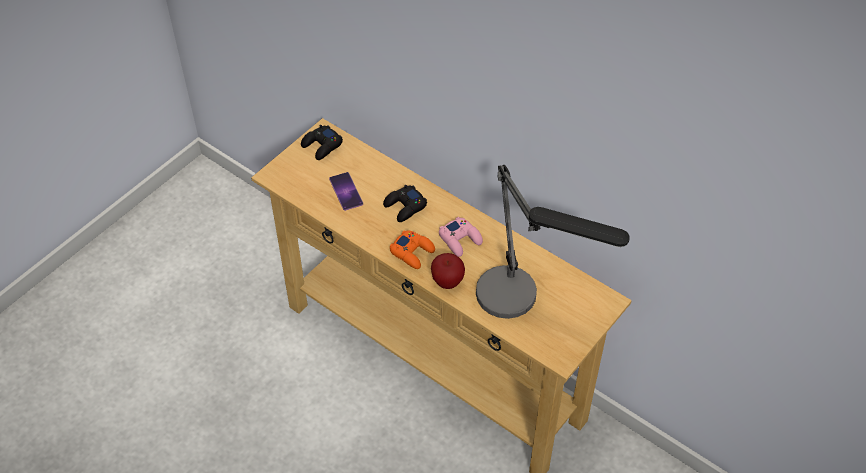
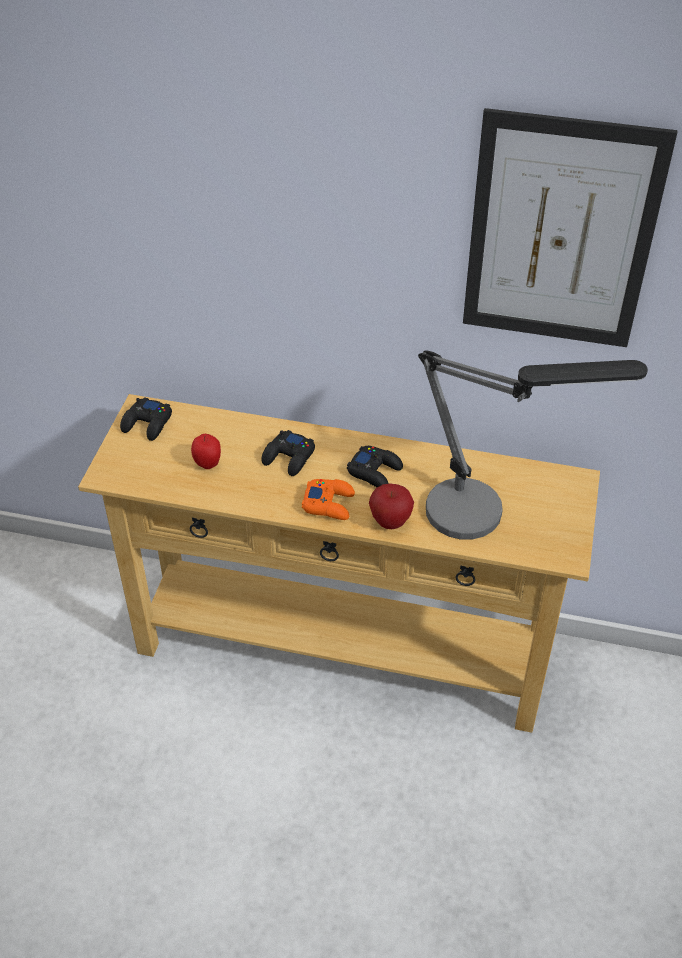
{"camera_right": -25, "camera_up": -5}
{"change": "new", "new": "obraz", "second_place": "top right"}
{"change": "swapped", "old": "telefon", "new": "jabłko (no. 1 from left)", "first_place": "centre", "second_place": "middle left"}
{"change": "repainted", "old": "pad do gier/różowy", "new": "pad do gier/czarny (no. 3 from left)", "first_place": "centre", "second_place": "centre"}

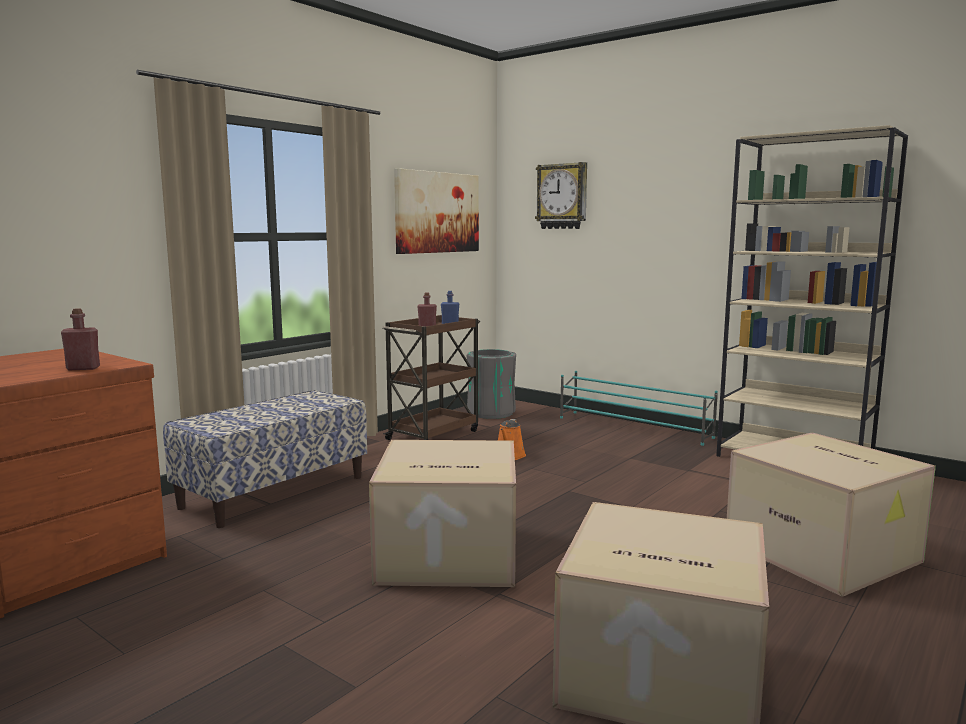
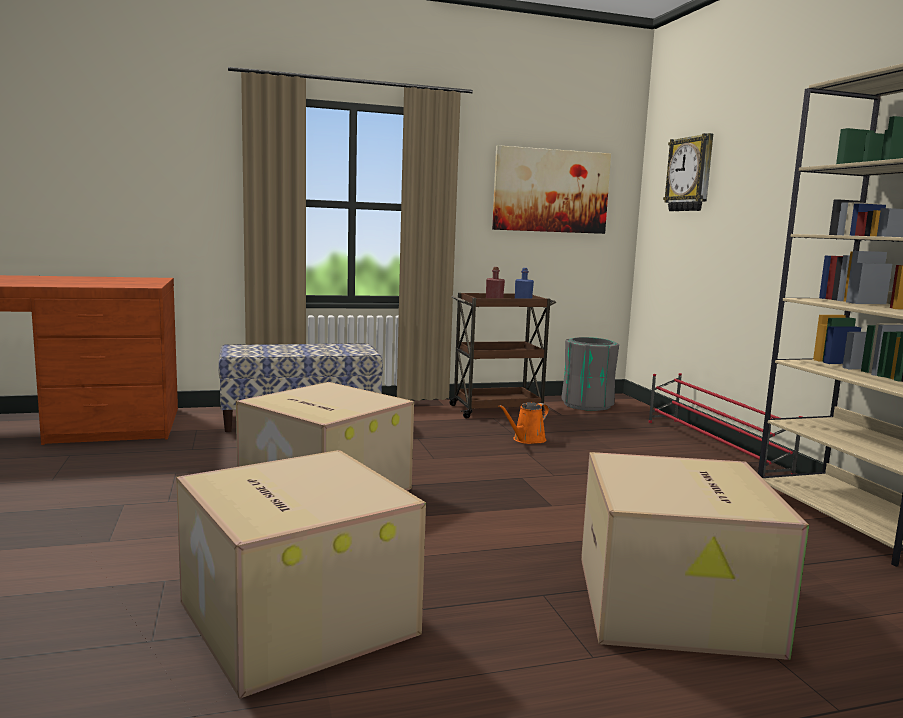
{"camera_right": 35, "camera_up": 0}
{"change": "gone", "old": "butelka/czerwony (no. 1 from left)", "first_place": "middle left"}
{"change": "repainted", "old": "regał na buty/turkusowy", "new": "regał na buty/czerwony", "first_place": "centre", "second_place": "middle right"}

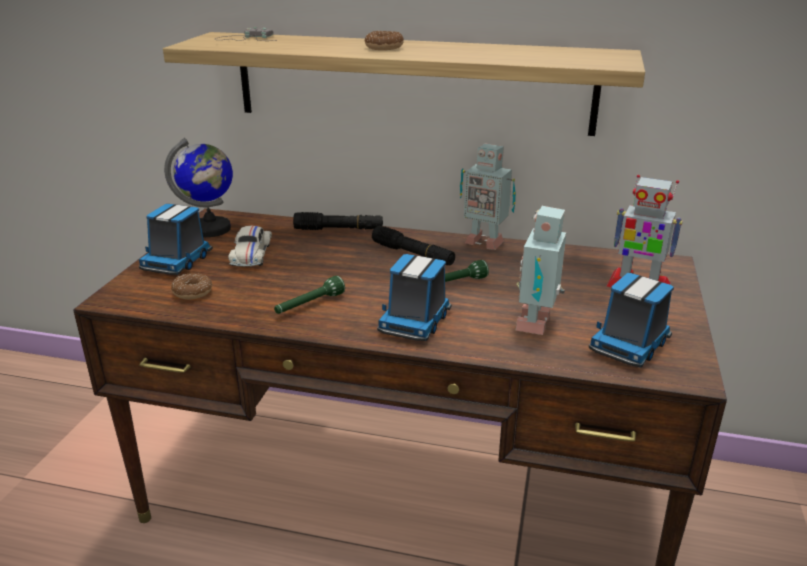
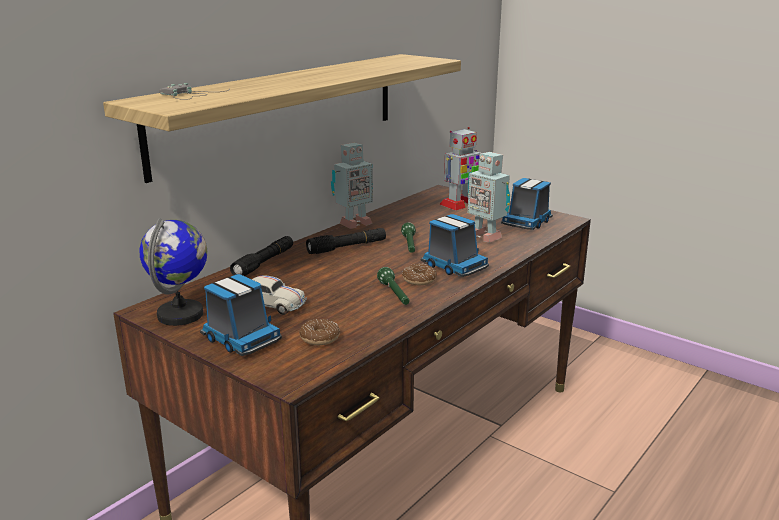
{"camera_right": -65, "camera_up": -5}
{"change": "shifted", "old": "donut (no. 2 from left)", "first_place": "top centre", "second_place": "centre"}
{"change": "rotated", "old": "ciężarówka zabawkowa (no. 3 from left)", "first_place": "middle right", "second_place": "middle right", "degrees": 60}

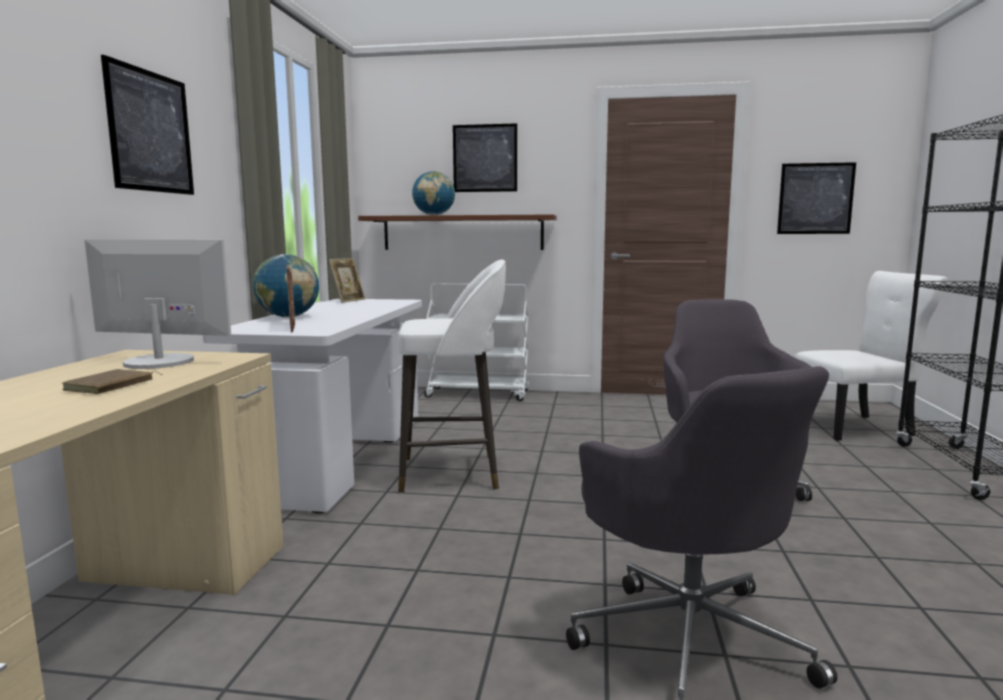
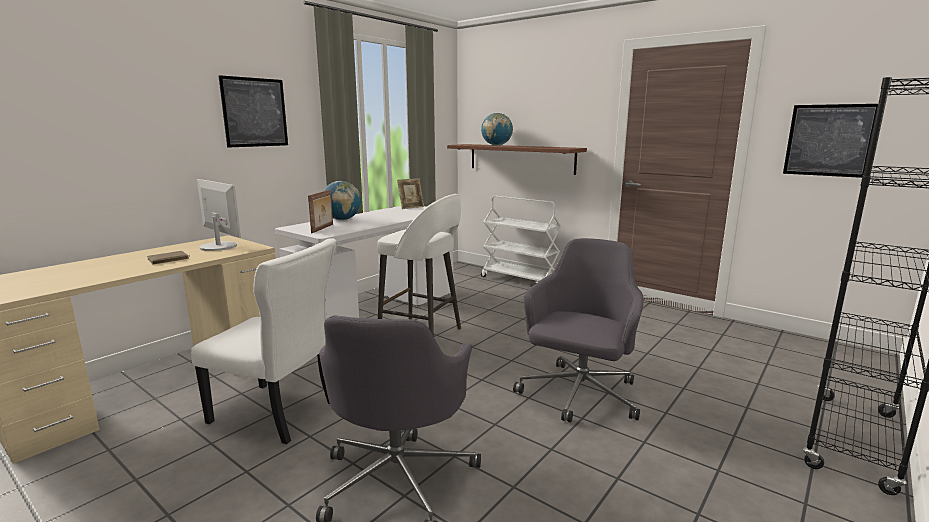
{"camera_right": 30, "camera_up": 5}
{"change": "gone", "old": "obraz (no. 2 from left)", "first_place": "top centre"}
{"change": "shifted", "old": "krzesło/biały", "first_place": "middle right", "second_place": "middle left"}

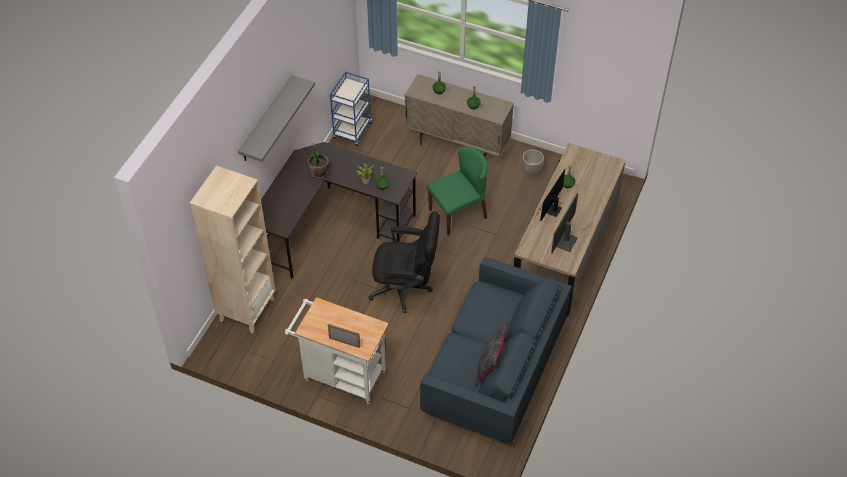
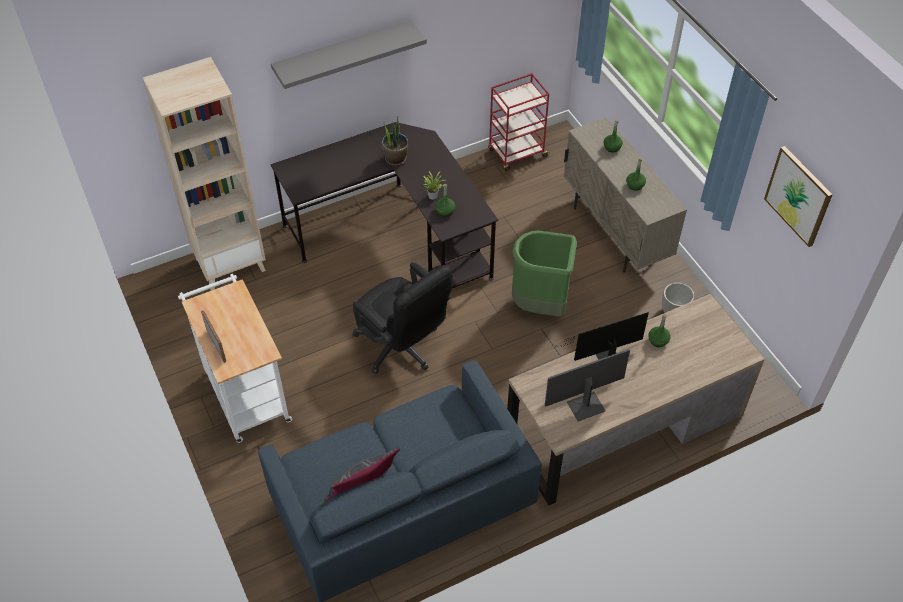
{"camera_right": 40, "camera_up": 0}
{"change": "new", "new": "obraz", "second_place": "top right"}
{"change": "swapped", "old": "krzesło/zielony", "new": "kosz na śmieci/zielony", "first_place": "centre", "second_place": "centre"}
{"change": "repainted", "old": "wózek/niebieski", "new": "wózek/czerwony", "first_place": "top centre", "second_place": "top centre"}

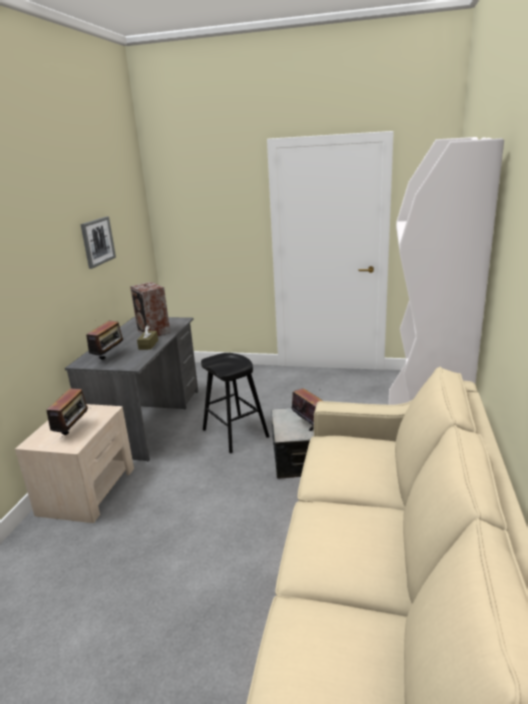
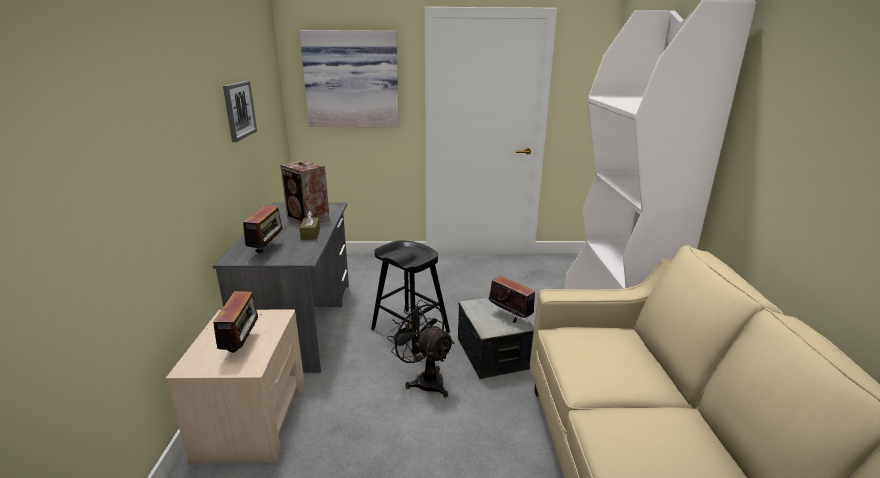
{"camera_right": -15, "camera_up": 0}
{"change": "new", "new": "obraz (no. 2 from left)", "second_place": "top centre"}
{"change": "new", "new": "wentylator/czarny", "second_place": "bottom centre"}

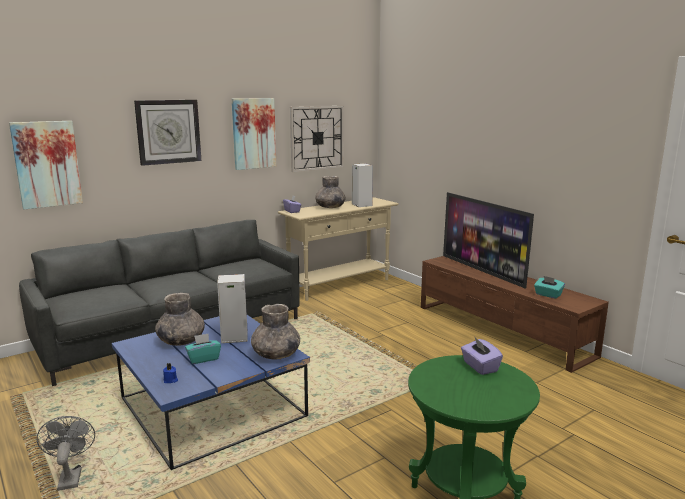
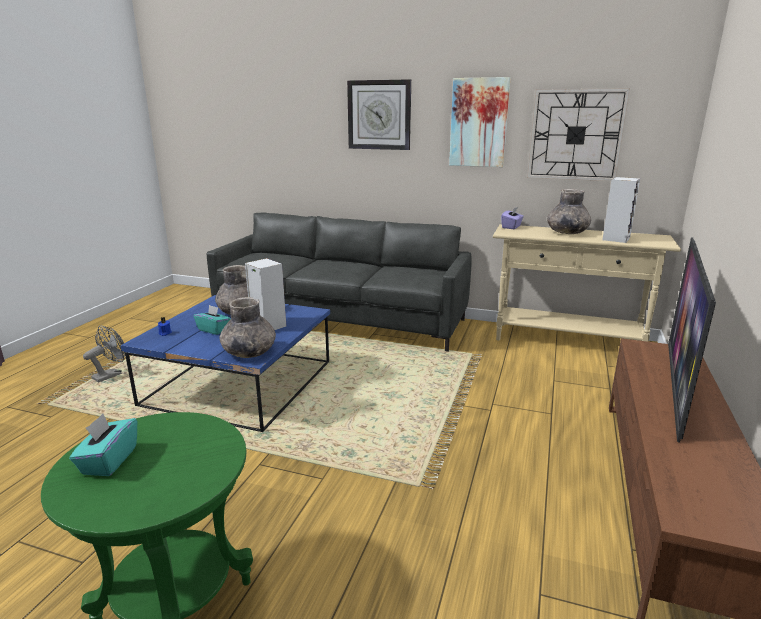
{"camera_right": 55, "camera_up": 5}
{"change": "gone", "old": "obraz (no. 1 from left)", "first_place": "top left"}
{"change": "gone", "old": "pudełko chusteczek/fioletowy (no. 2 from left)", "first_place": "bottom right"}
{"change": "shifted", "old": "pudełko chusteczek/turkusowy (no. 2 from left in the first image)", "new": "pudełko chusteczek/turkusowy (no. 1 from left)", "first_place": "middle right", "second_place": "bottom left"}

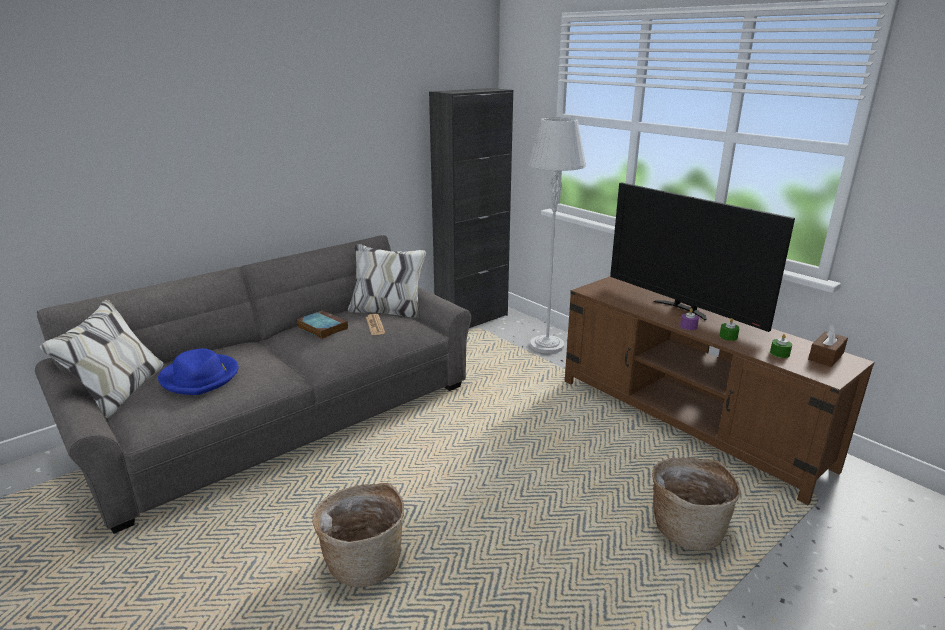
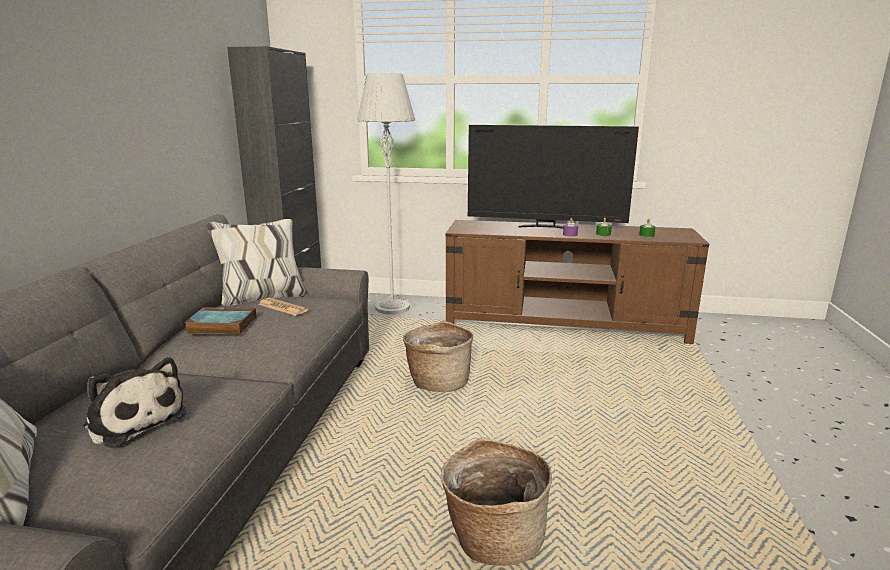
{"camera_right": -40, "camera_up": -5}
{"change": "gone", "old": "pudełko chusteczek/brązowy", "first_place": "middle right"}
{"change": "shifted", "old": "koszyk (no. 2 from left in the first image)", "new": "koszyk (no. 1 from left)", "first_place": "bottom right", "second_place": "centre"}
{"change": "swapped", "old": "kapelusz/niebieski", "new": "pluszak", "first_place": "middle left", "second_place": "bottom left"}

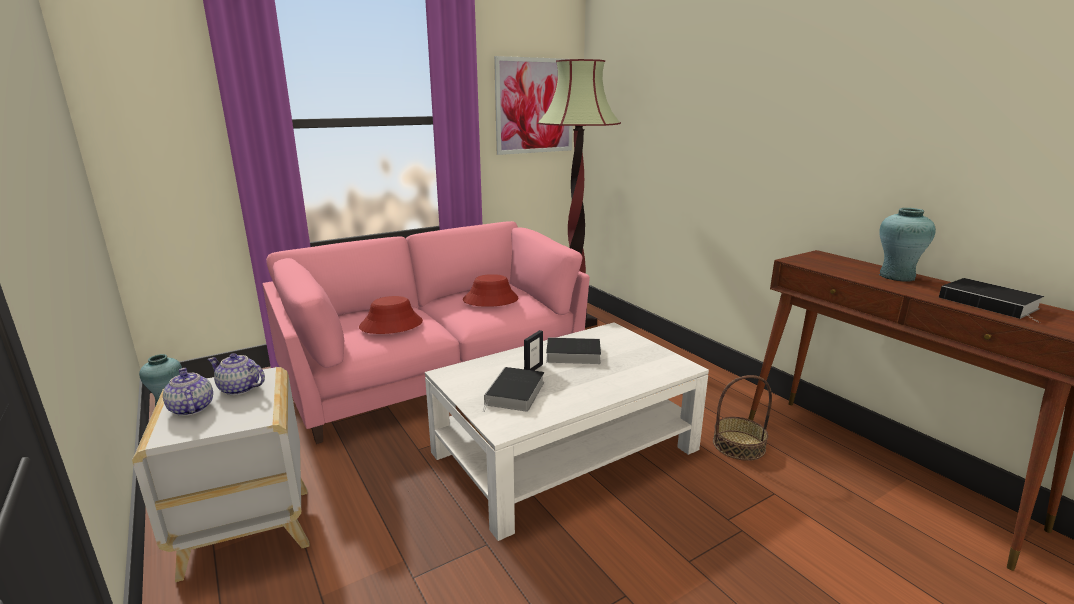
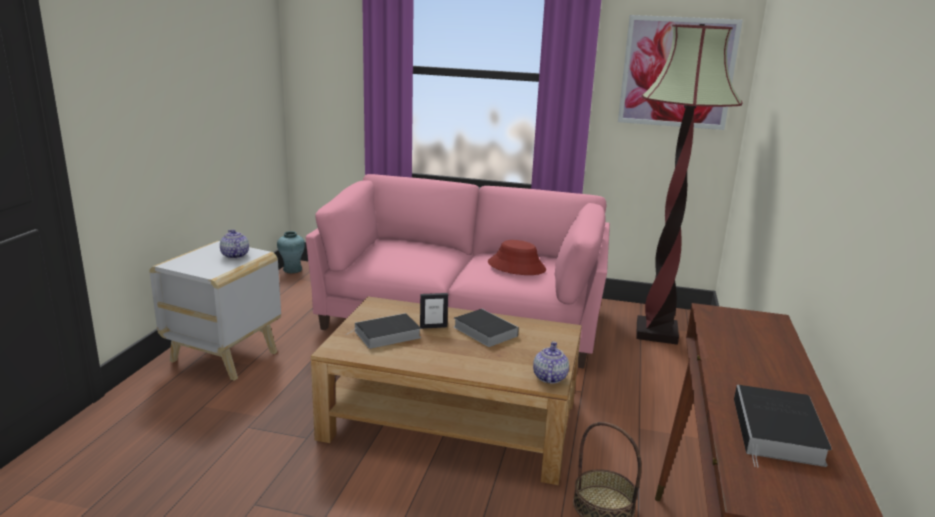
{"camera_right": 45, "camera_up": 0}
{"change": "gone", "old": "kapelusz/czerwony (no. 1 from left)", "first_place": "centre"}
{"change": "gone", "old": "wazon/turkusowy (no. 2 from left)", "first_place": "middle right"}
{"change": "shifted", "old": "imbryk (no. 1 from left in the first image)", "new": "imbryk (no. 2 from left)", "first_place": "middle left", "second_place": "bottom centre"}
{"change": "repainted", "old": "ława/biały", "new": "ława/brązowy", "first_place": "bottom centre", "second_place": "bottom centre"}

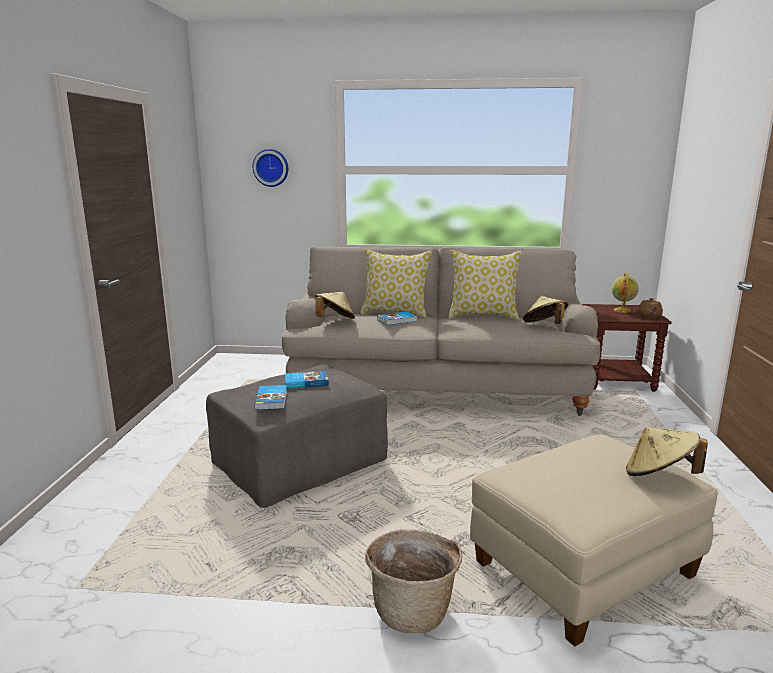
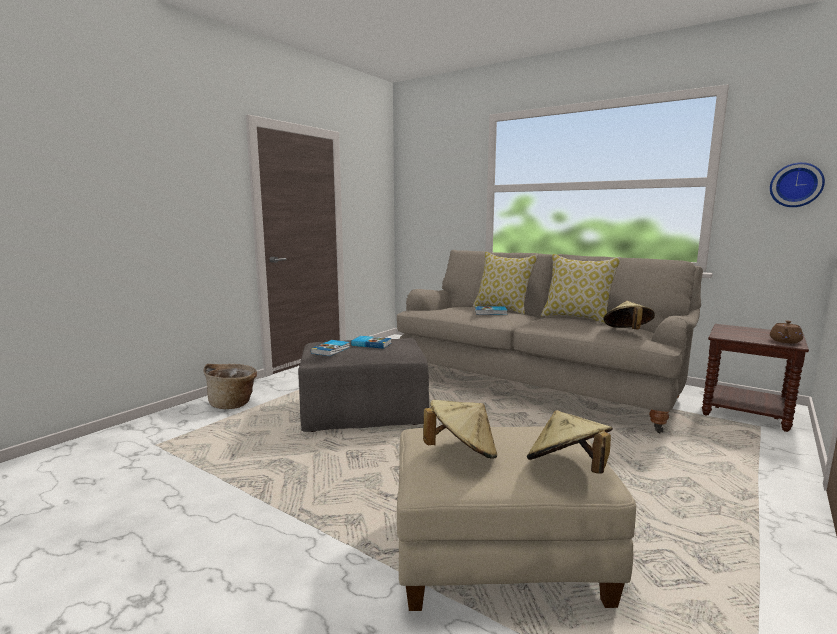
{"camera_right": 30, "camera_up": -5}
{"change": "gone", "old": "globus", "first_place": "middle right"}
{"change": "shifted", "old": "zegar ścienny", "first_place": "top centre", "second_place": "top right"}
{"change": "shifted", "old": "kapelusz/beżowy (no. 1 from left)", "first_place": "centre", "second_place": "bottom centre"}
{"change": "shifted", "old": "koszyk", "first_place": "bottom centre", "second_place": "middle left"}

